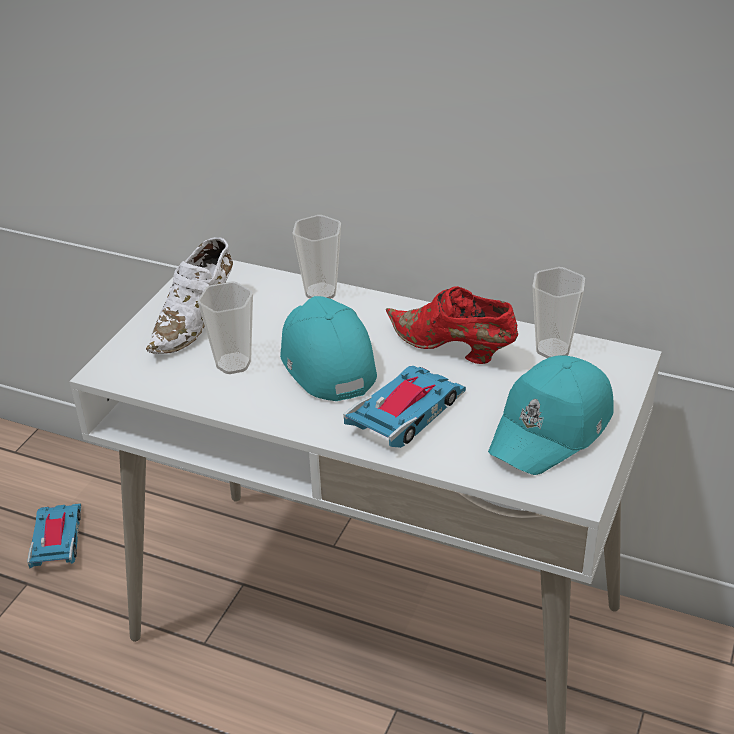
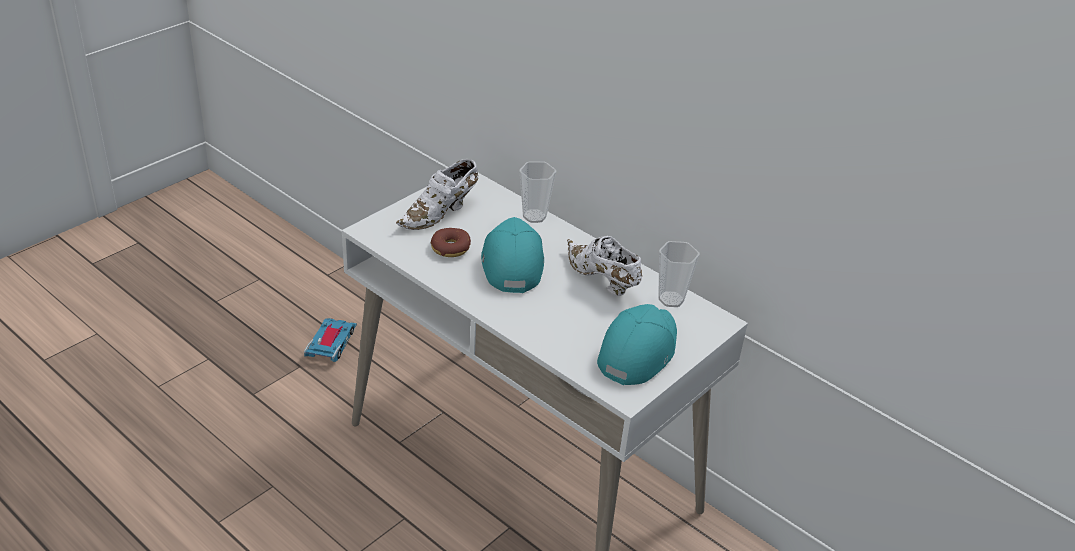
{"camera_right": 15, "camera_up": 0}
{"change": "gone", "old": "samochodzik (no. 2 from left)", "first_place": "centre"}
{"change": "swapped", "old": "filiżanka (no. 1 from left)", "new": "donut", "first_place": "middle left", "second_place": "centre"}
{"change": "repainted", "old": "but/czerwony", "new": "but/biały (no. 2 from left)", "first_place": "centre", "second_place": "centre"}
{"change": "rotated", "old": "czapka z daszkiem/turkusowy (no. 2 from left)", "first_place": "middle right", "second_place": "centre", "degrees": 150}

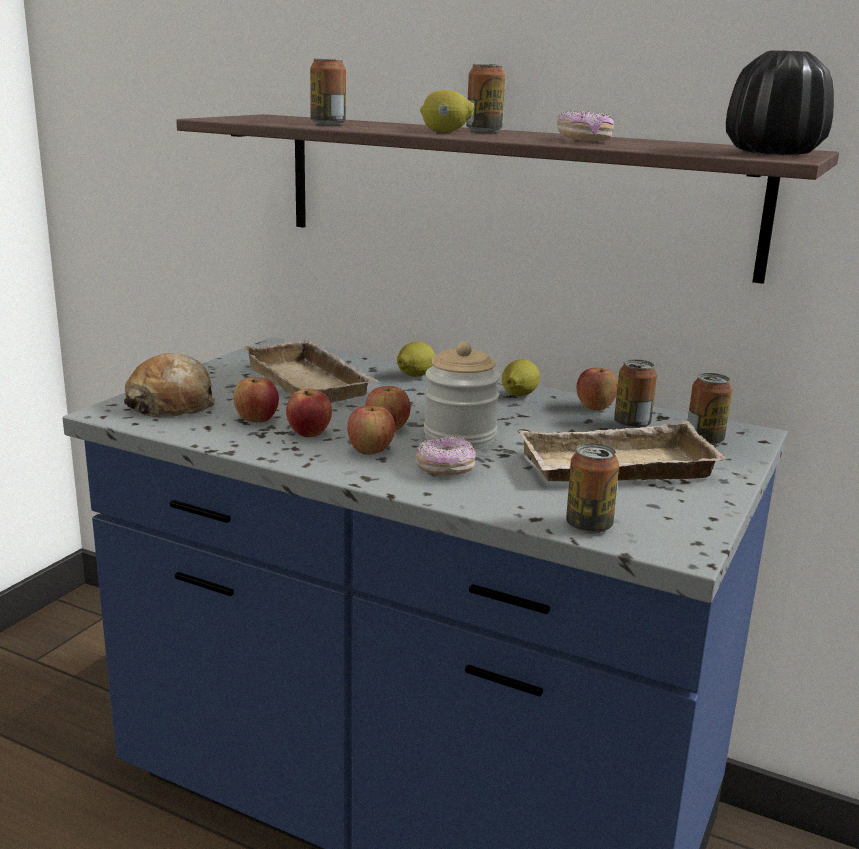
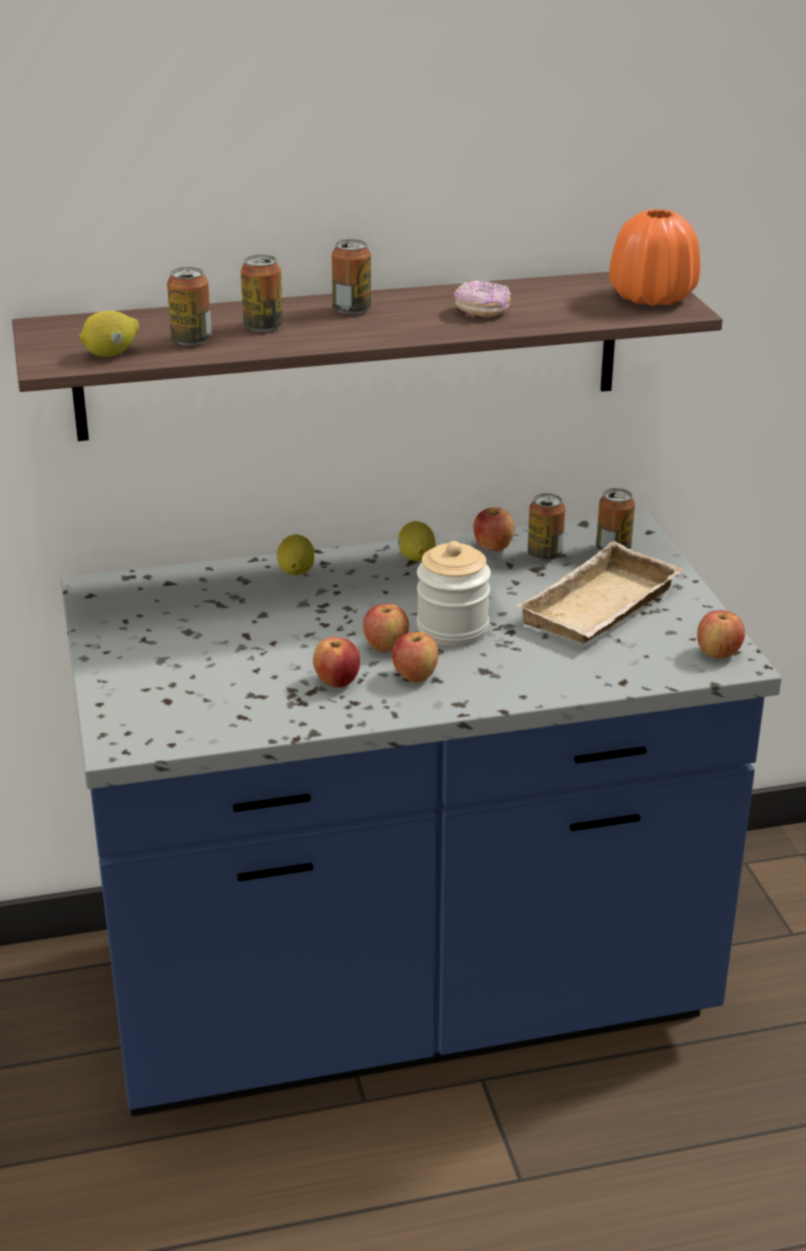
{"camera_right": -40, "camera_up": 10}
{"change": "gone", "old": "chleb", "first_place": "middle left"}
{"change": "gone", "old": "taca/beżowy (no. 1 from left)", "first_place": "centre"}
{"change": "gone", "old": "donut (no. 1 from left)", "first_place": "centre"}
{"change": "shifted", "old": "jabłko (no. 1 from left in the first image)", "new": "jabłko (no. 5 from left)", "first_place": "middle left", "second_place": "middle right"}
{"change": "shifted", "old": "cytryna (no. 2 from left in the first image)", "new": "cytryna (no. 1 from left)", "first_place": "top centre", "second_place": "top left"}
{"change": "shifted", "old": "puszka (no. 3 from left in the first image)", "new": "puszka (no. 2 from left)", "first_place": "middle right", "second_place": "top left"}
{"change": "repainted", "old": "wazon/czarny", "new": "wazon/pomarańczowy", "first_place": "top right", "second_place": "top right"}

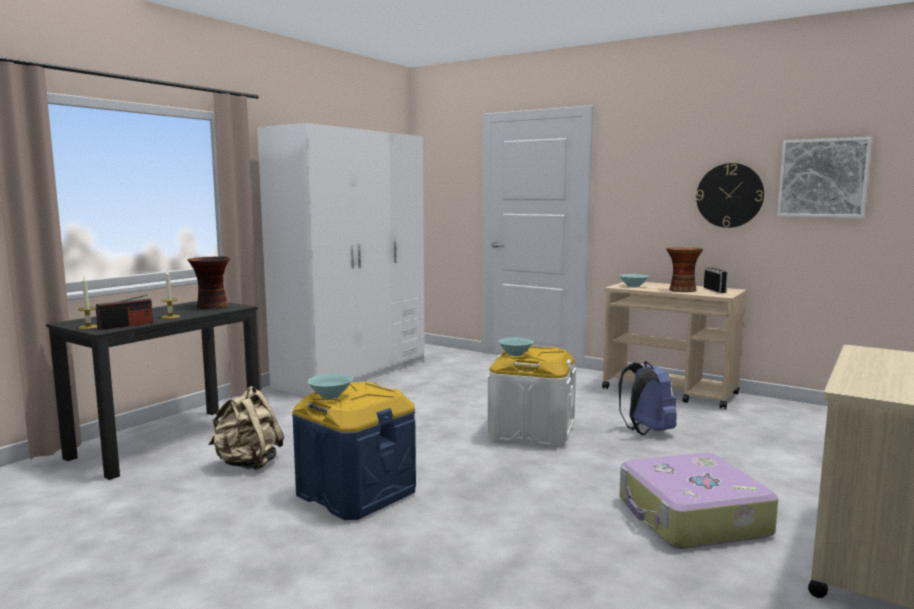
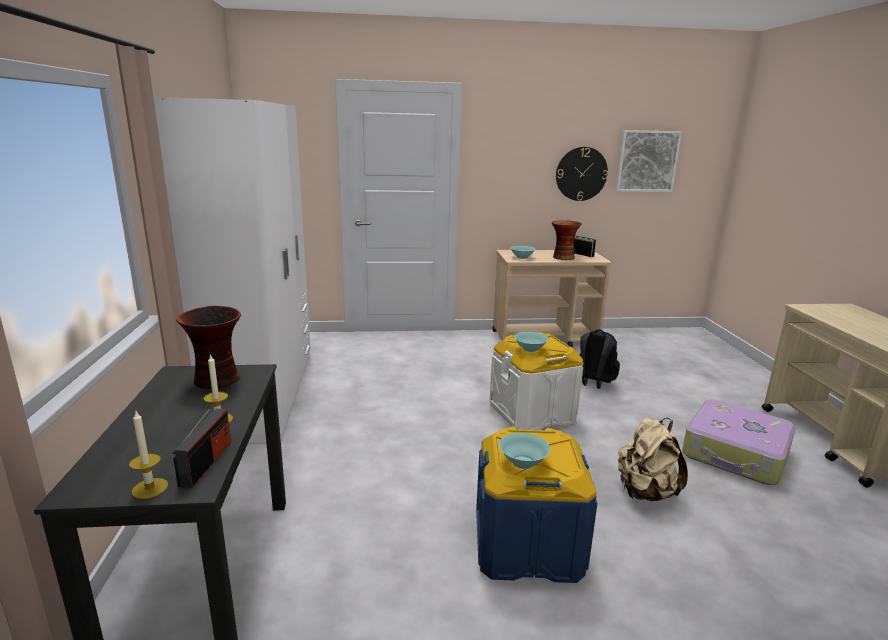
{"camera_right": -40, "camera_up": 10}
{"change": "shifted", "old": "plecak/beżowy", "first_place": "bottom left", "second_place": "bottom right"}
{"change": "repainted", "old": "plecak/niebieski", "new": "plecak/czarny", "first_place": "middle right", "second_place": "middle right"}

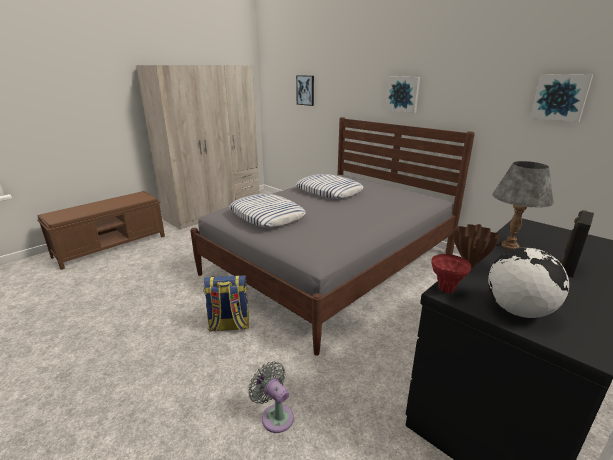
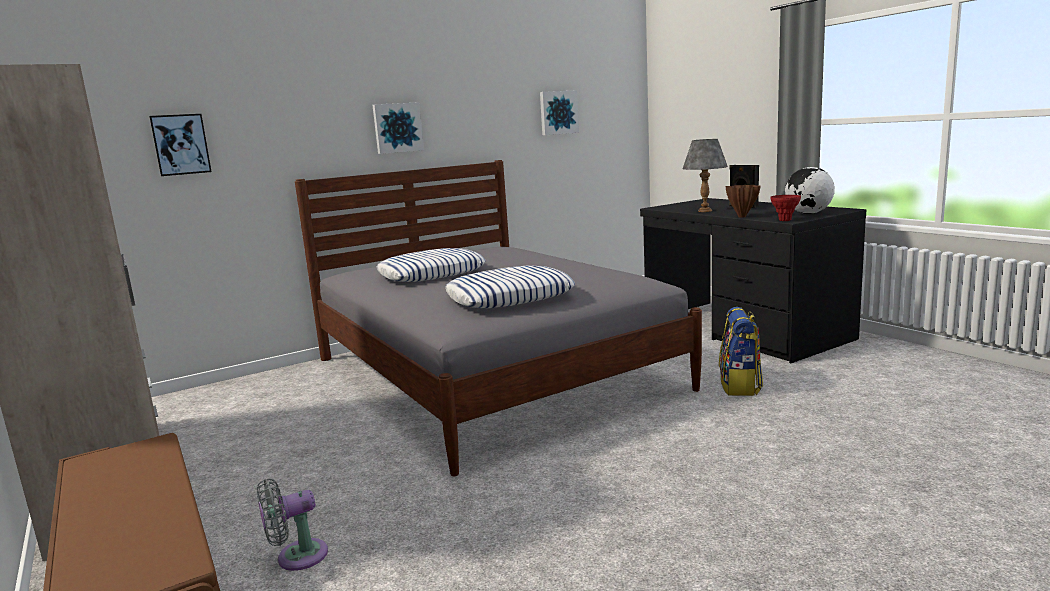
{"camera_right": -75, "camera_up": -10}
{"change": "shifted", "old": "plecak", "first_place": "centre", "second_place": "middle right"}
{"change": "shifted", "old": "wentylator/szary", "first_place": "bottom centre", "second_place": "bottom left"}

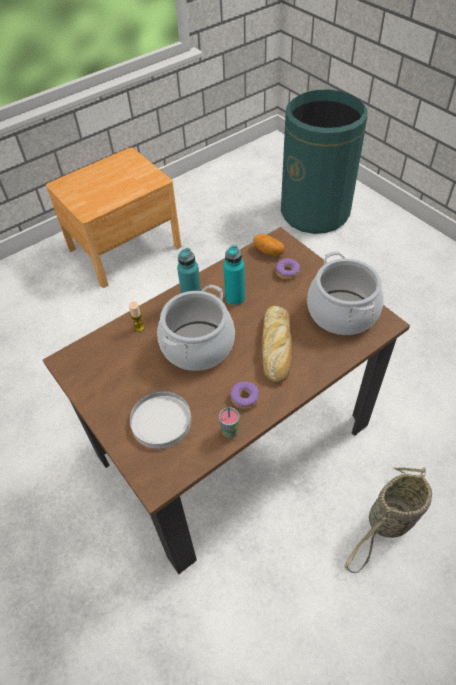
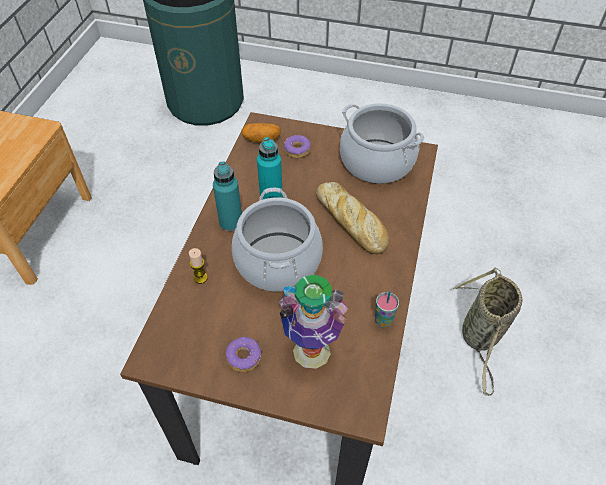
{"camera_right": -40, "camera_up": 0}
{"change": "shifted", "old": "donut (no. 1 from left)", "first_place": "centre", "second_place": "bottom centre"}
{"change": "swapped", "old": "talerz/biały", "new": "wazon", "first_place": "centre", "second_place": "centre"}

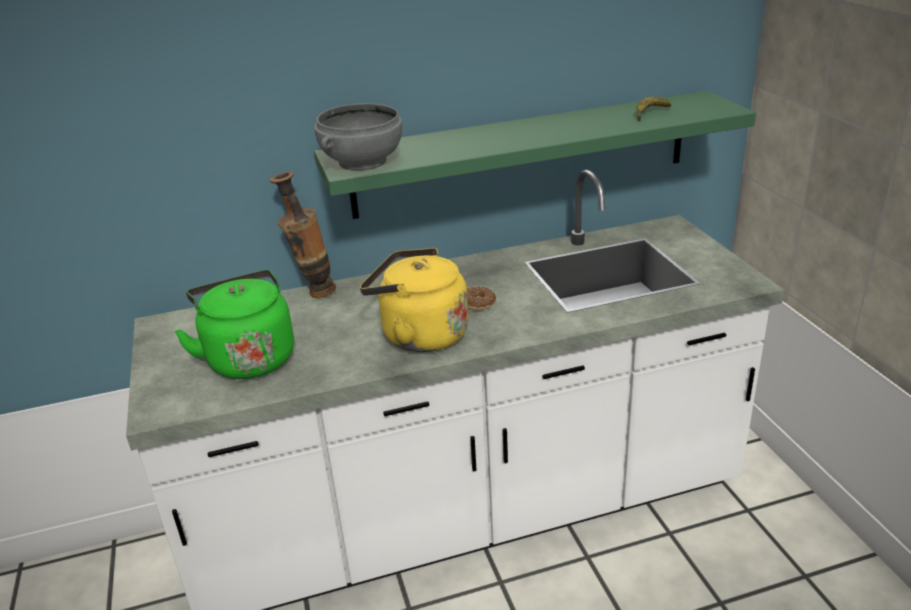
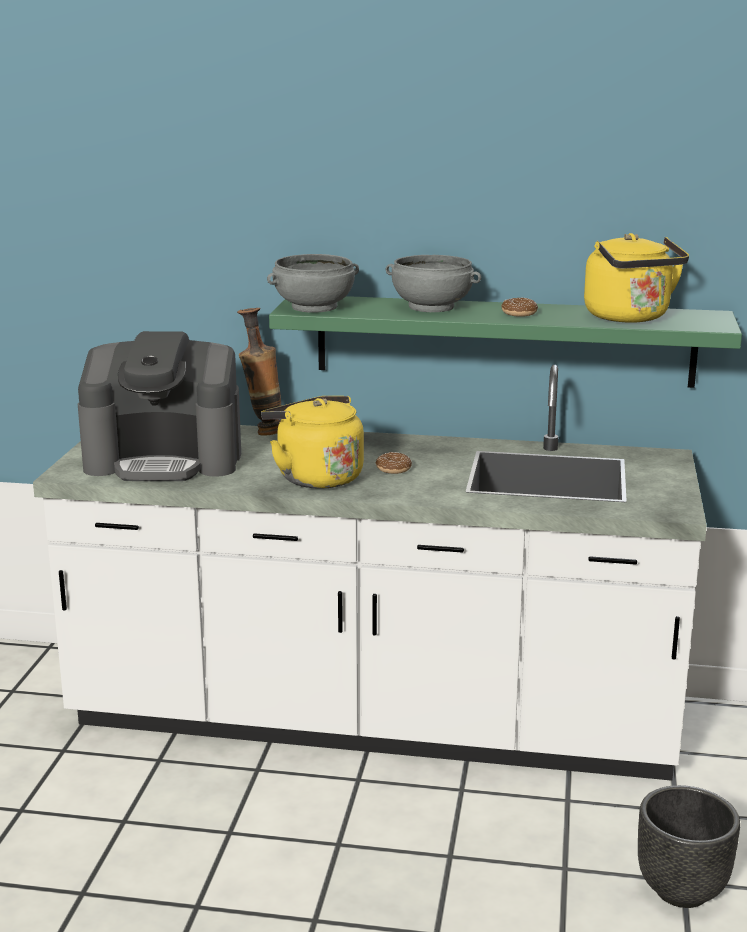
{"camera_right": 25, "camera_up": -10}
{"change": "new", "new": "miska/szary (no. 2 from left)", "second_place": "top centre"}
{"change": "new", "new": "donut (no. 2 from left)", "second_place": "top right"}
{"change": "new", "new": "donica/czarny", "second_place": "bottom right"}
{"change": "swapped", "old": "czajnik/zielony", "new": "ekspres do kawy", "first_place": "middle left", "second_place": "middle left"}
{"change": "swapped", "old": "banan", "new": "czajnik/żółty (no. 2 from left)", "first_place": "top right", "second_place": "top right"}

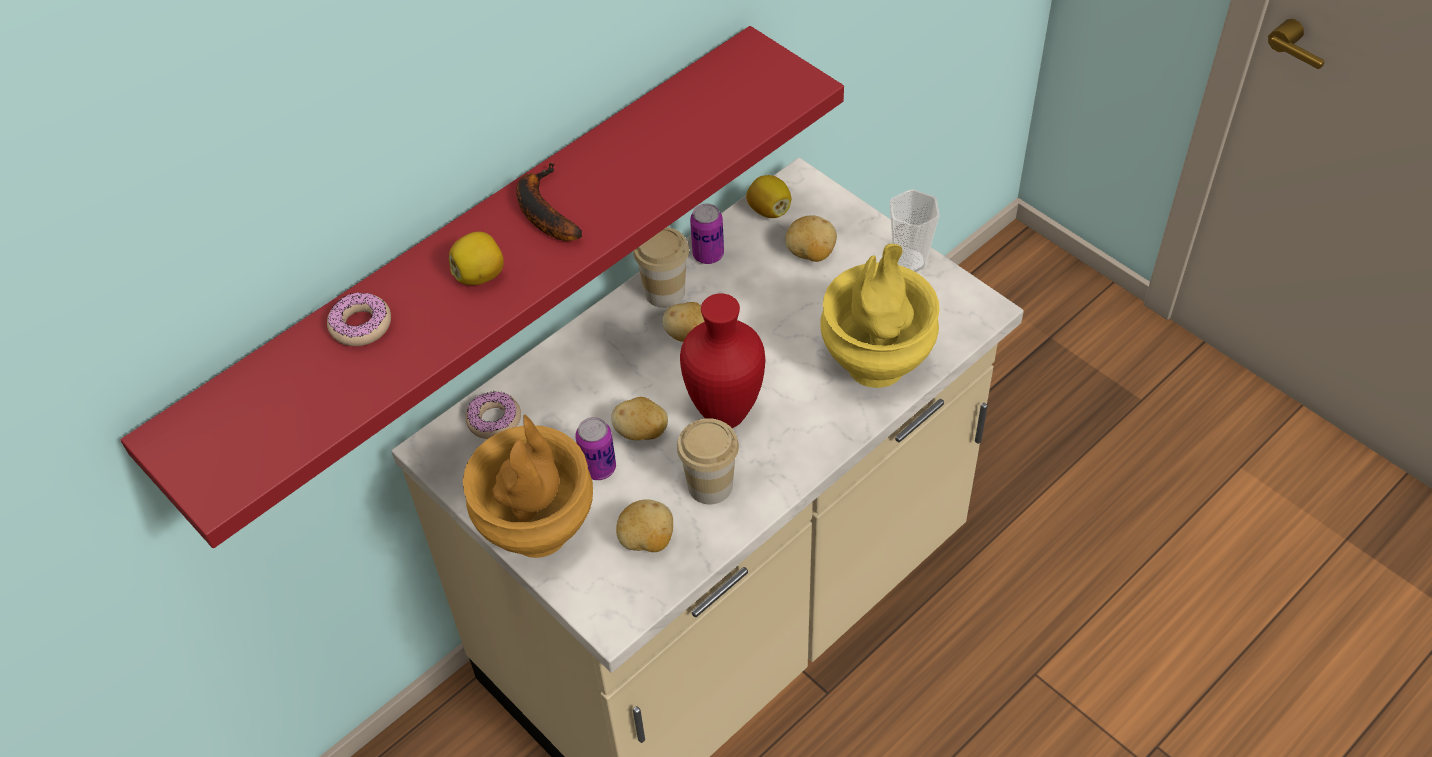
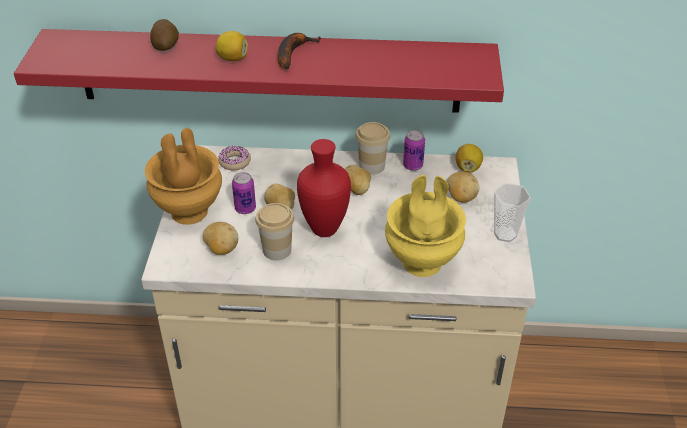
{"camera_right": 45, "camera_up": -10}
{"change": "swapped", "old": "donut (no. 1 from left)", "new": "ziemniak (no. 1 from left)", "first_place": "middle left", "second_place": "top left"}

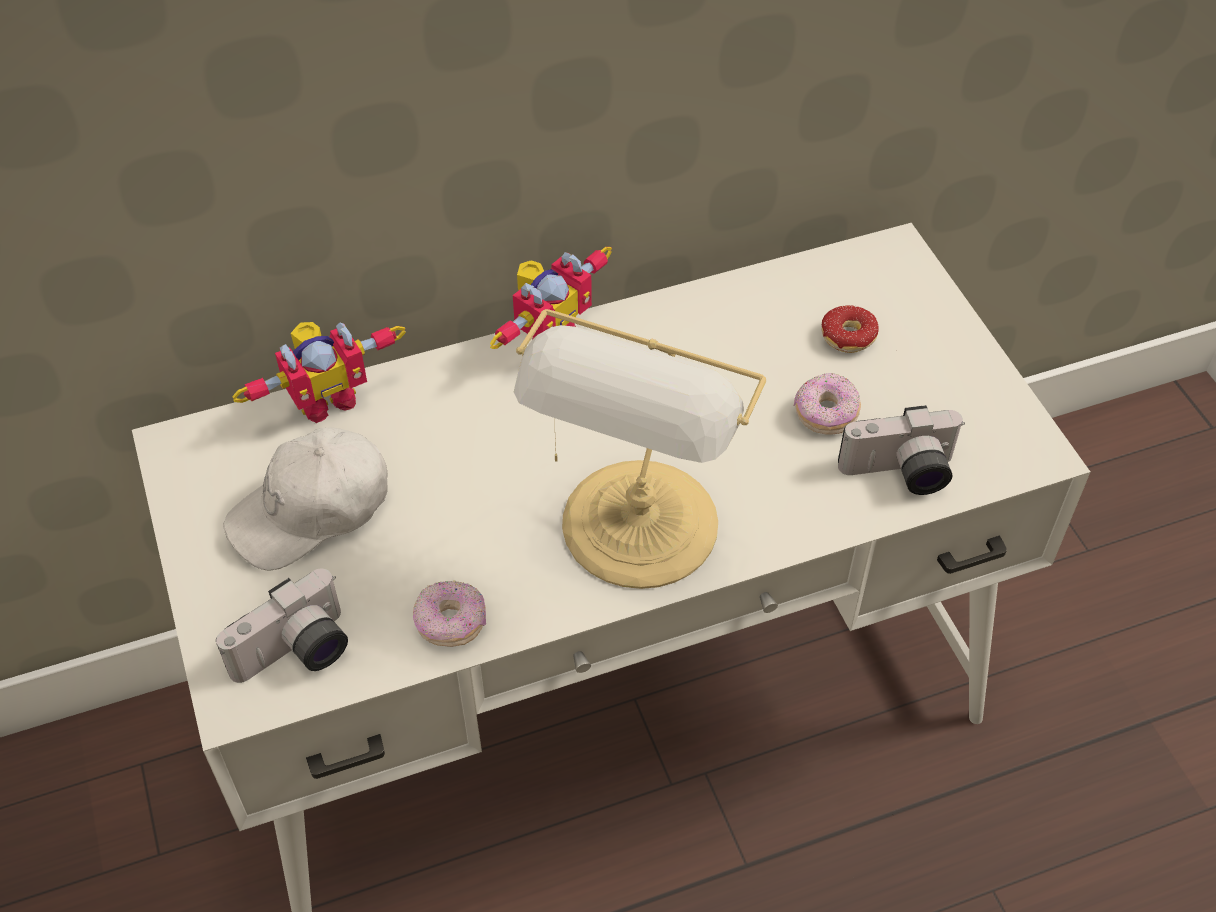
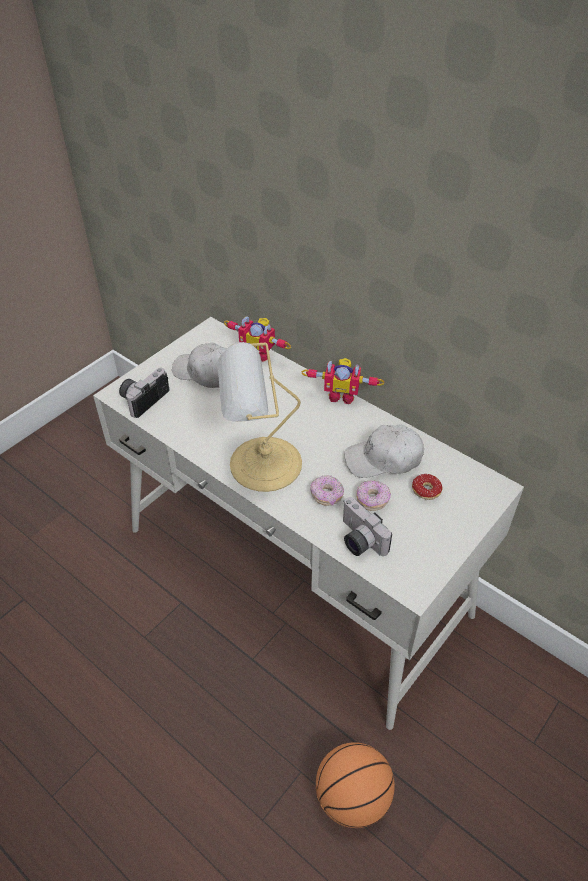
{"camera_right": 60, "camera_up": -5}
{"change": "new", "new": "piłka do koszykówki", "second_place": "bottom centre"}
{"change": "new", "new": "czapka z daszkiem/biały (no. 2 from left)", "second_place": "centre"}
{"change": "shifted", "old": "donut (no. 1 from left)", "first_place": "bottom centre", "second_place": "centre"}
{"change": "rotated", "old": "aparat fotograficzny (no. 1 from left)", "first_place": "bottom left", "second_place": "middle left", "degrees": 105}

